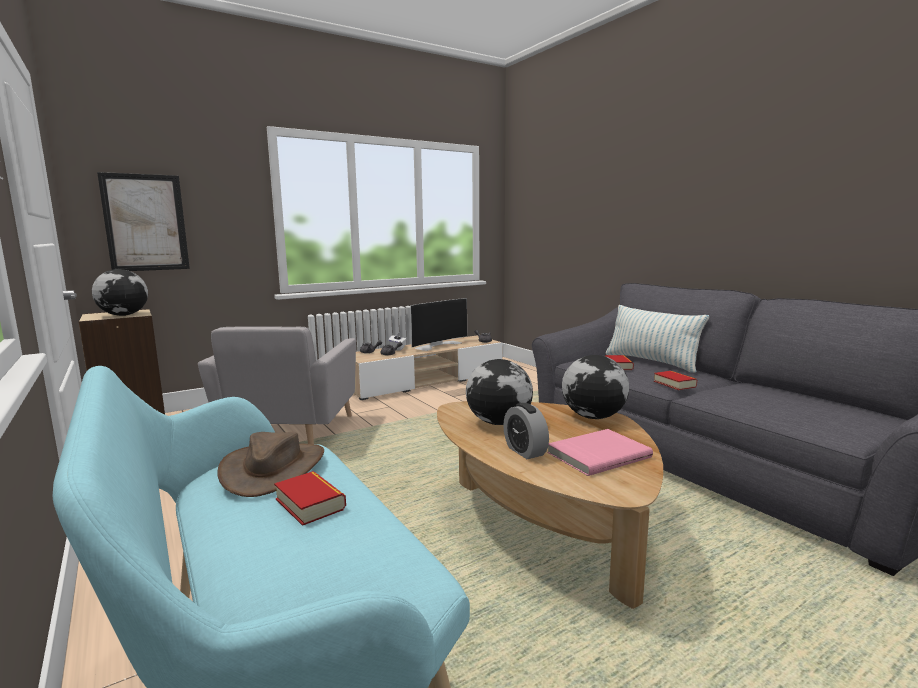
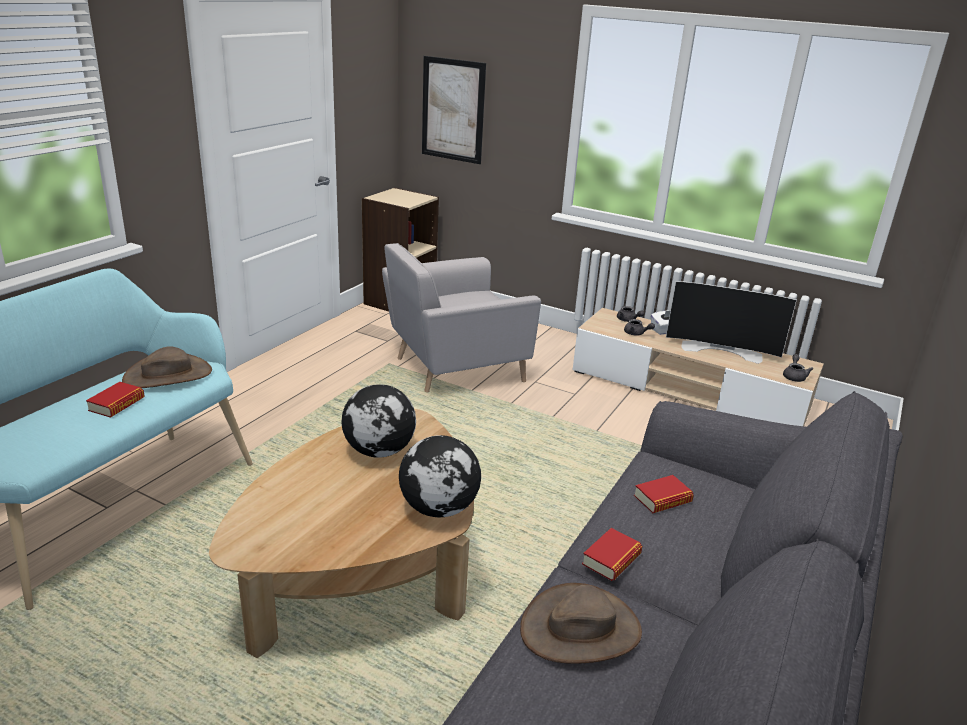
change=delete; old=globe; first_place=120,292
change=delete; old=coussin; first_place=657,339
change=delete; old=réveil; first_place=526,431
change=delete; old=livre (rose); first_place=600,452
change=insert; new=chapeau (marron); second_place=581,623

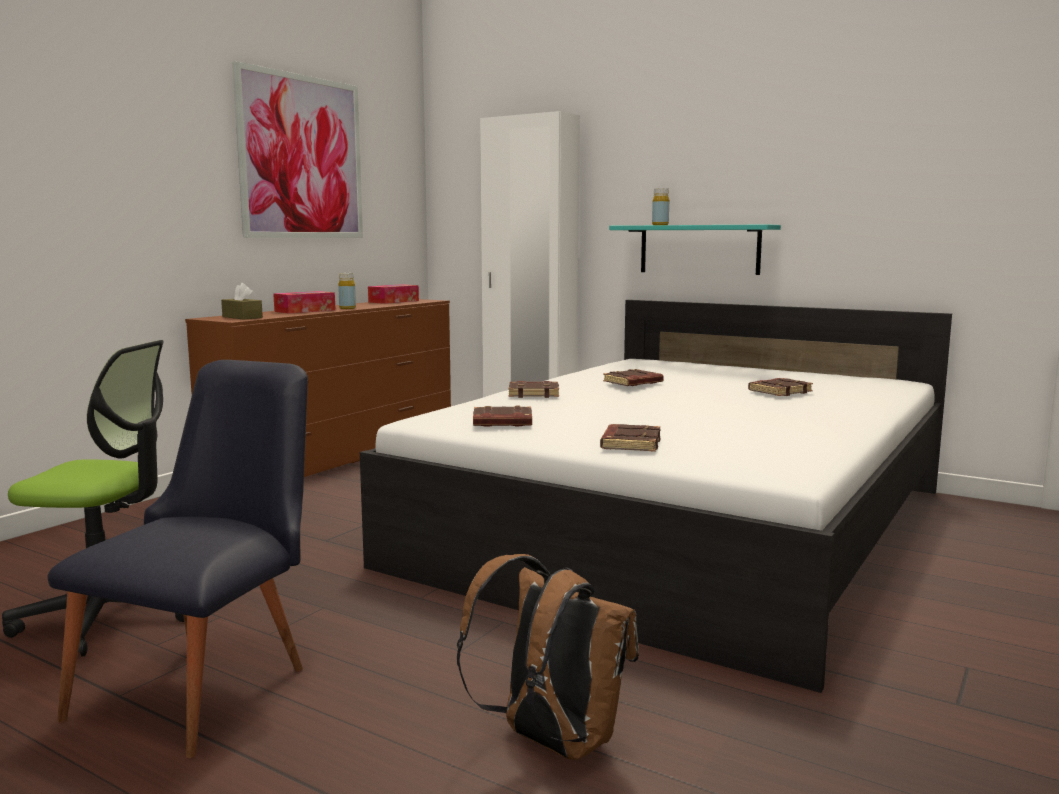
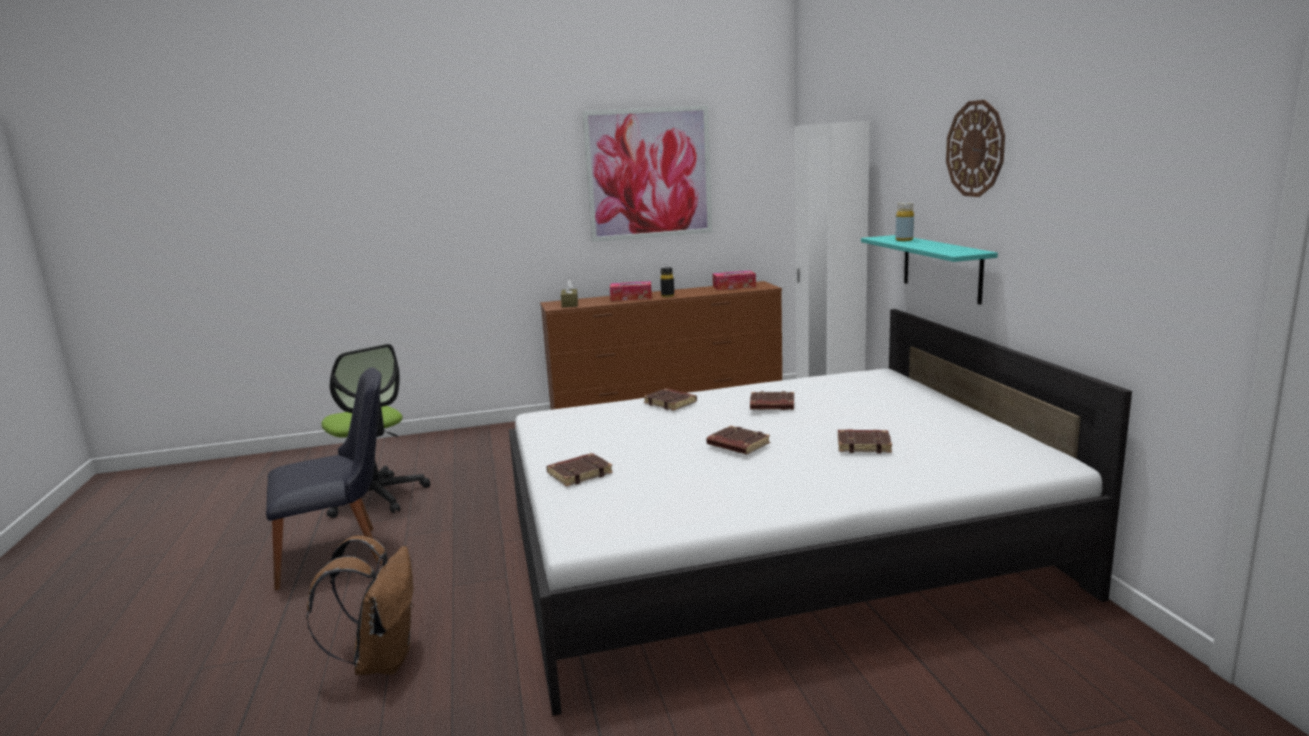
change=recolor; old=bouteille (jaune); new=bouteille (noir); first_place=347,291; second_place=667,283
change=move; old=livre (marron); first_place=502,416; second_place=738,440
change=insert; new=horloge murale; second_place=975,148

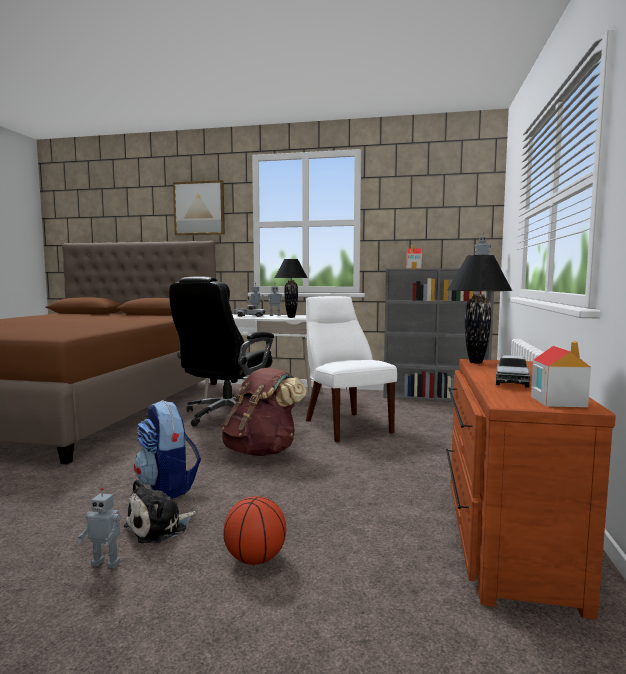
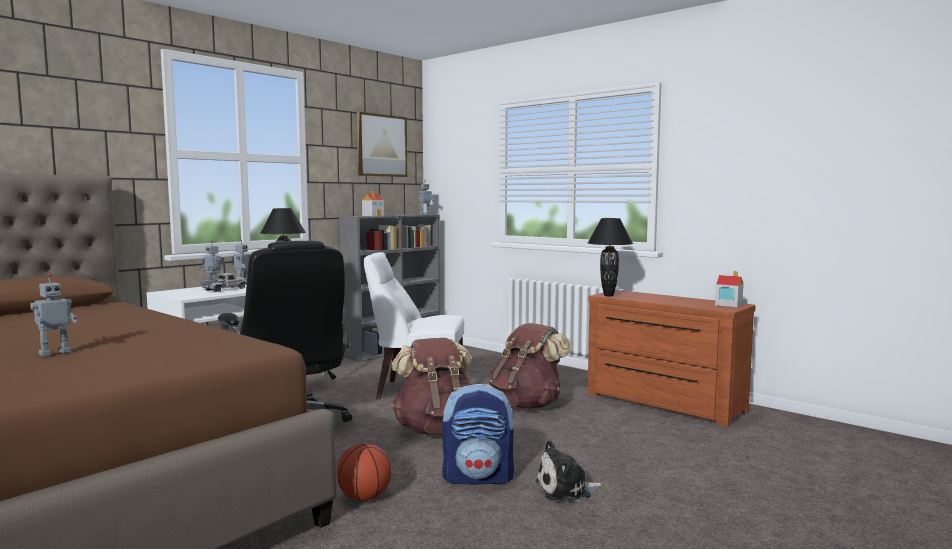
change=move; old=tableau; first_place=199,208; second_place=382,144
change=delete; old=camion jouet; first_place=513,371
change=rotate; old=peluche; first_place=160,511; second_place=569,471; degrees=90
change=move; old=robot jouet; first_place=99,527; second_place=53,315
change=move; old=ballon de basket; first_place=254,530; second_place=364,472
change=insert; new=sac à dos (marron); second_place=530,366

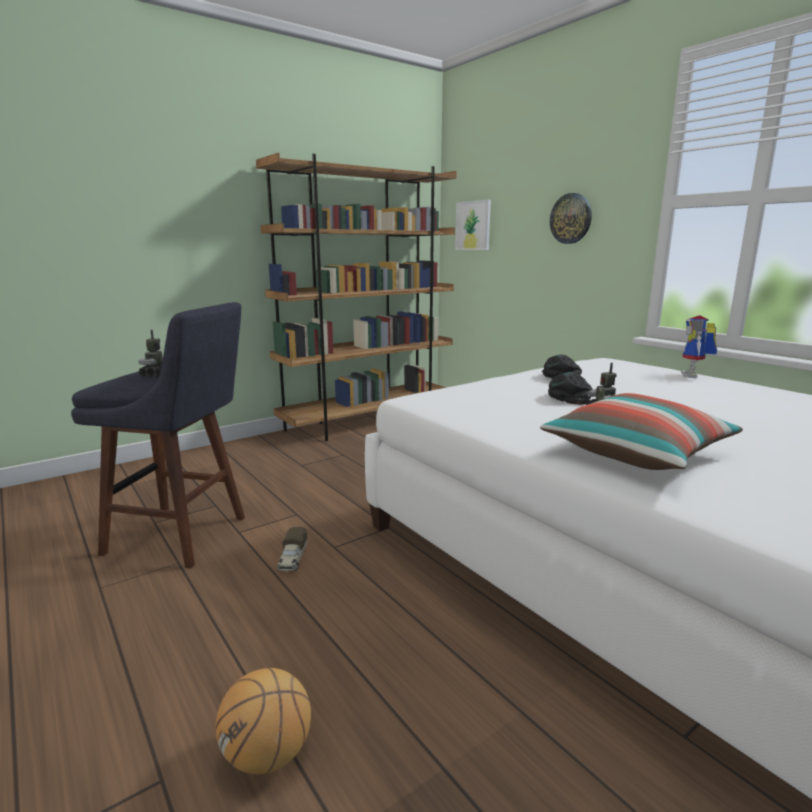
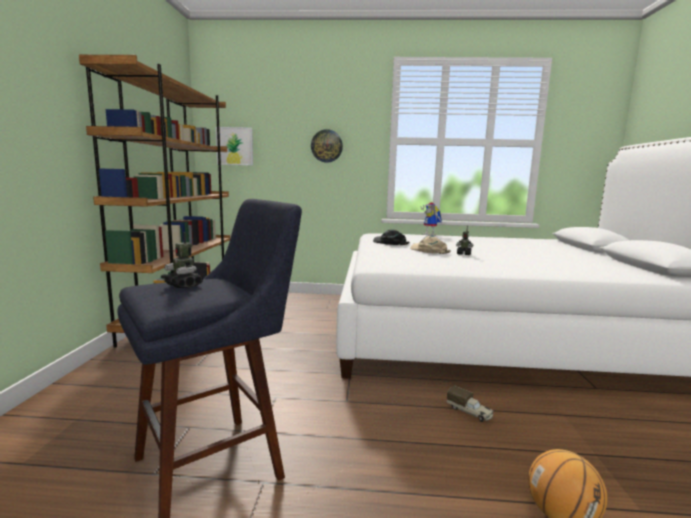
change=recolor; old=casquette (noir); new=casquette (beige); first_place=570,388; second_place=430,245
change=delete; old=coussin; first_place=641,431
change=move; old=camion jouet; first_place=292,549; second_place=470,403

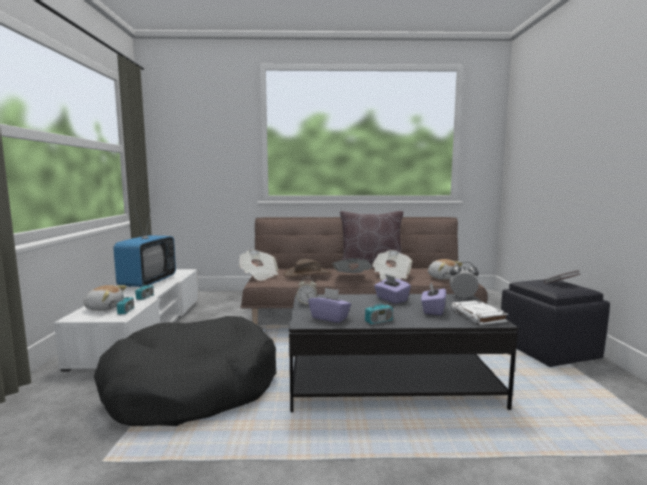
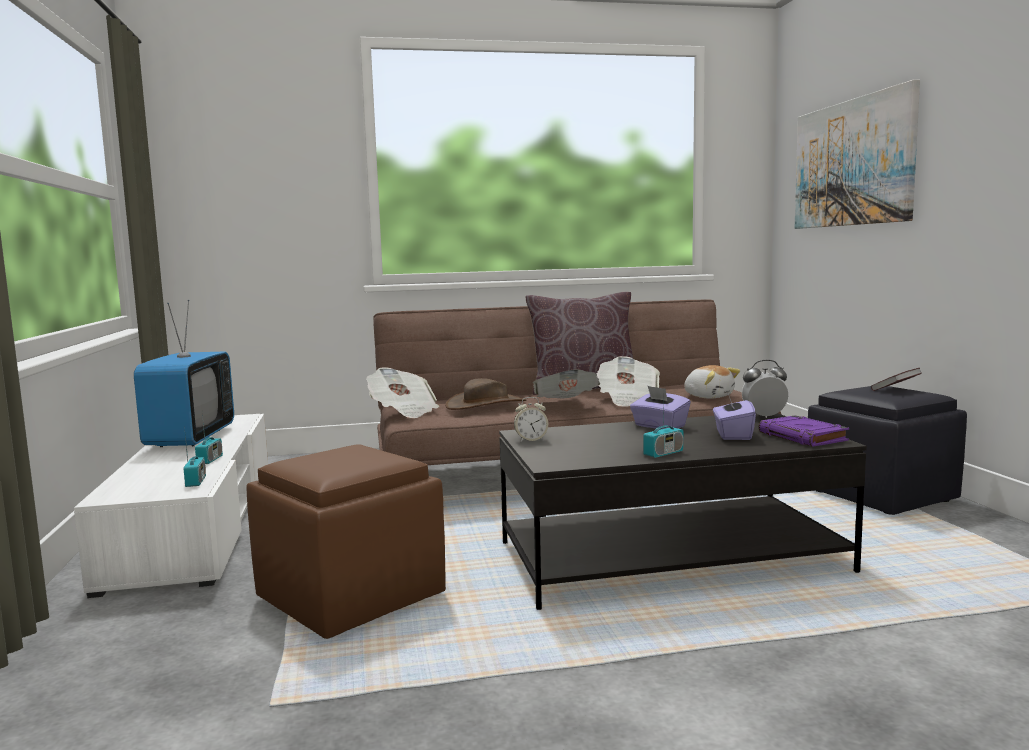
change=delete; old=peluche; first_place=105,298
change=delete; old=boîte à mouchoirs (violet); first_place=329,305
change=recolor; old=livre (blanc); new=livre (violet); first_place=479,312; second_place=804,431
change=replace; old=panier pour chien (noir); new=pouf (marron); first_place=185,371; second_place=346,541
change=insert; new=tableau; second_place=857,154

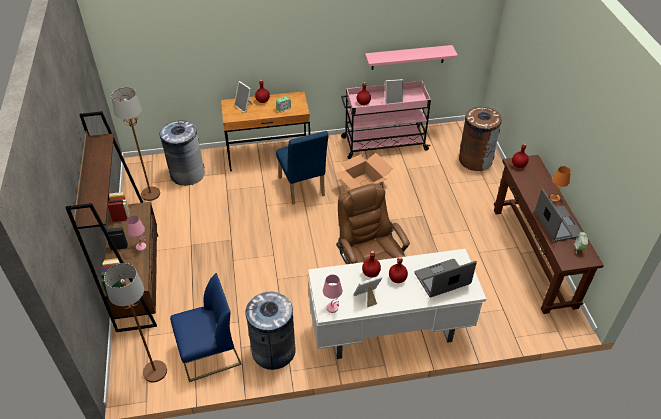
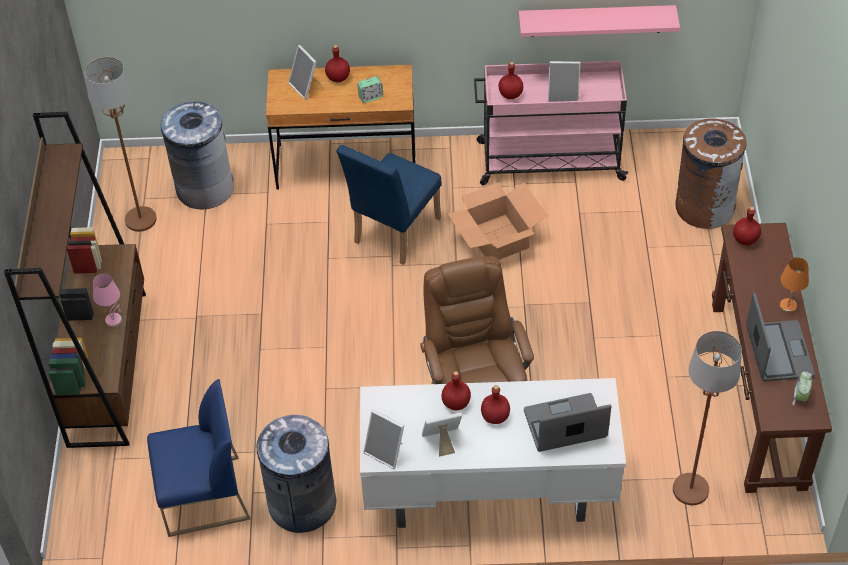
change=rotate; old=chaise (bleu); first_place=302,167; second_place=389,205; degrees=45
change=move; old=lampadaire (marron); first_place=135,322; second_place=707,418
change=replace; old=lampe de table (rose); new=cadre photo; first_place=332,294; second_place=383,439

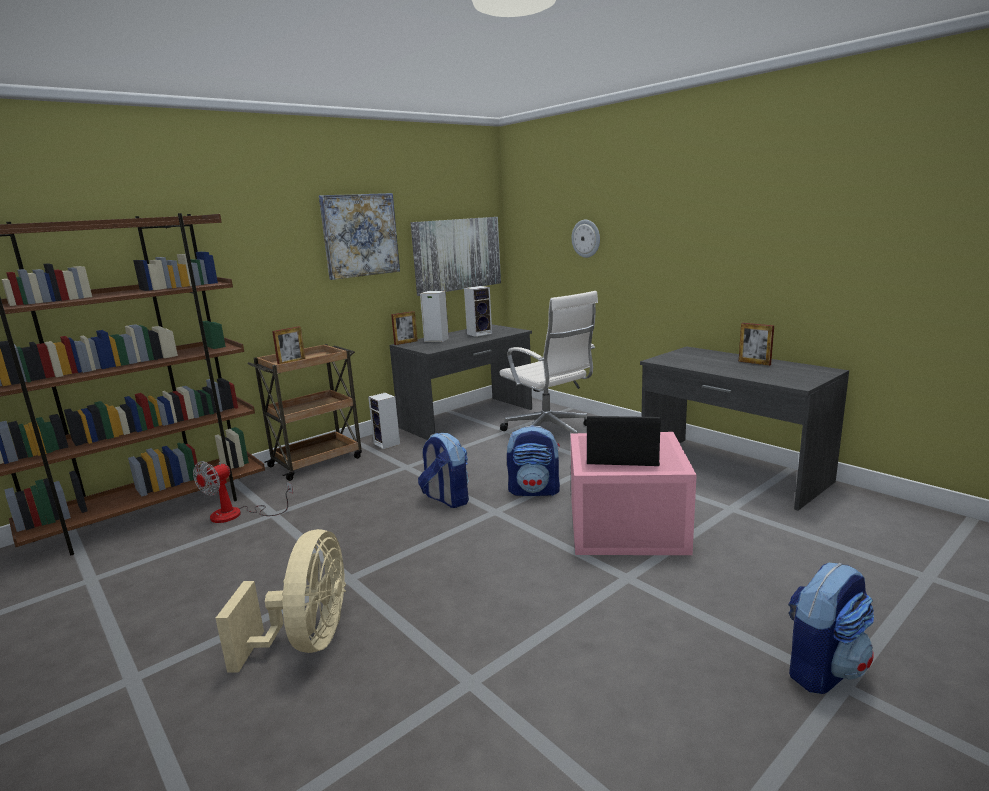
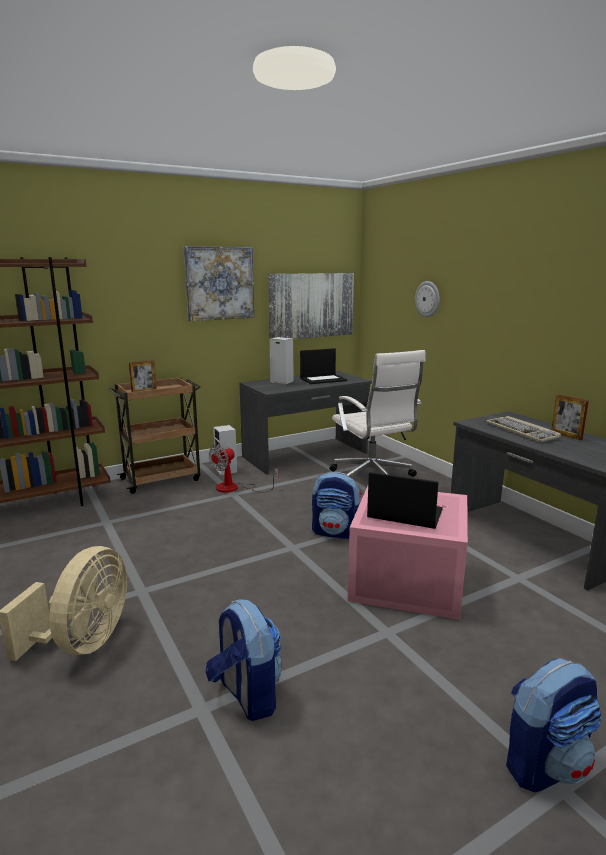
change=replace; old=enceinte; new=ordinateur portable; first_place=478,311; second_place=323,366
change=delete; old=cadre photo; first_place=404,328
change=move; old=sac à dos; first_place=443,470; second_place=244,660
change=move; old=ventilateur; first_place=243,492; second_place=244,468
change=insert; new=clavier; second_place=523,429

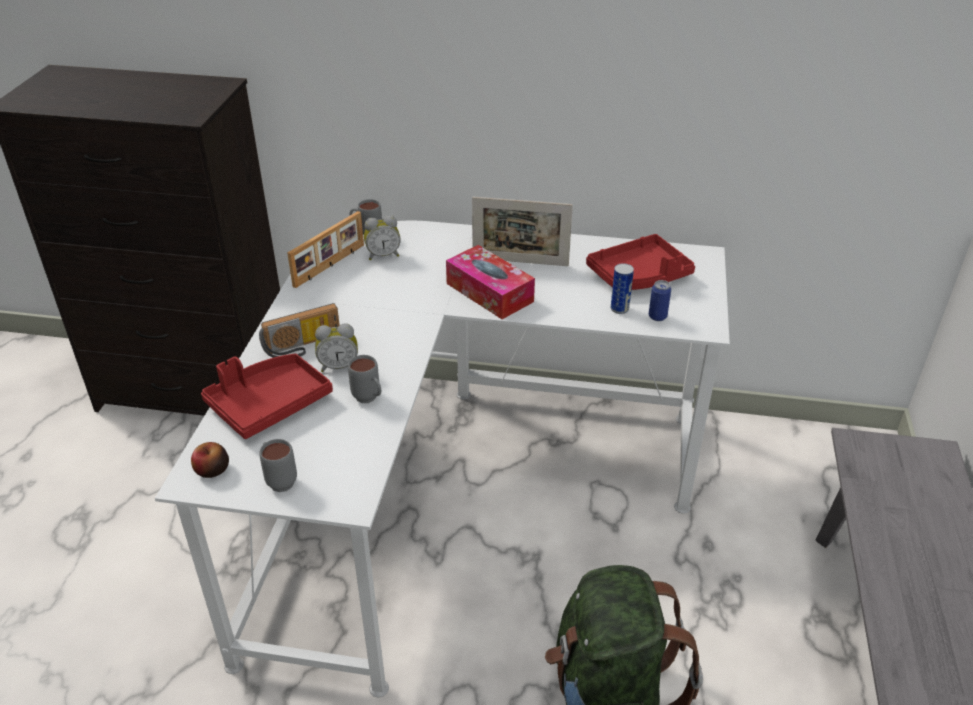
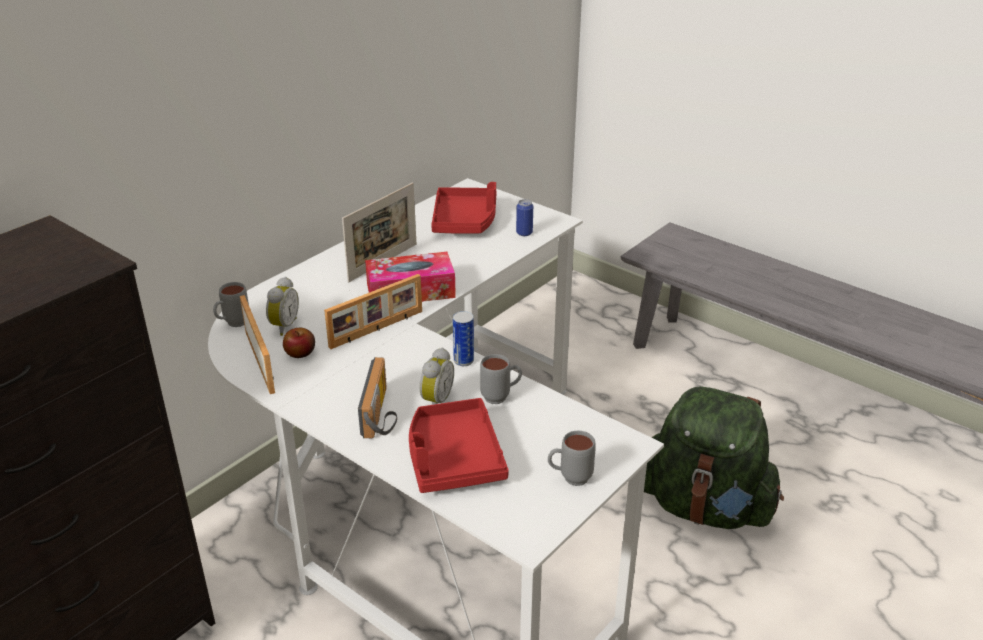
change=move; old=boîte métallique; first_place=622,288; second_place=463,338
change=move; old=pomme; first_place=210,460; second_place=299,343
change=insert; new=cadre photo; second_place=373,311

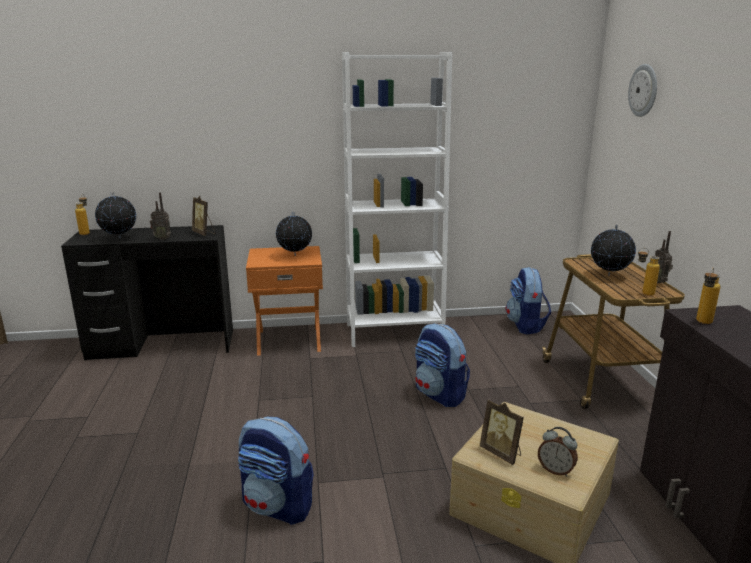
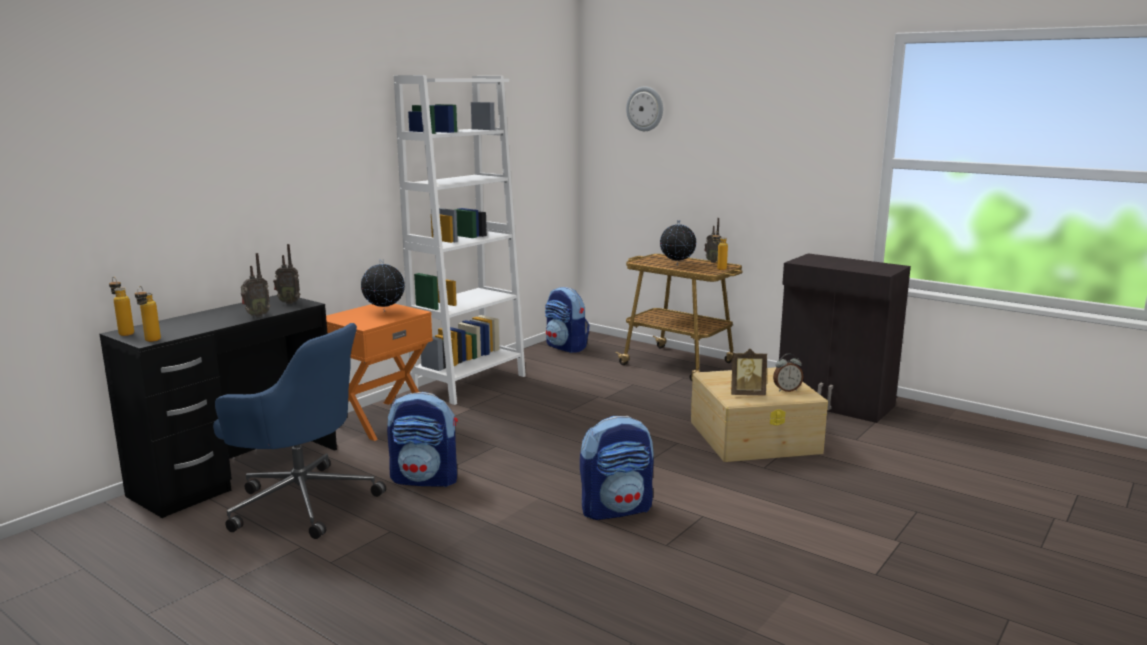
change=delete; old=globe; first_place=115,215
change=replace; old=cadre photo; new=radio; first_place=203,216; second_place=286,274
change=move; old=bouteille; first_place=708,296; second_place=148,314
change=move; old=sac à dos; first_place=442,365; second_place=422,439
change=insert; new=chaise de bureau (bleu); second_place=299,431

